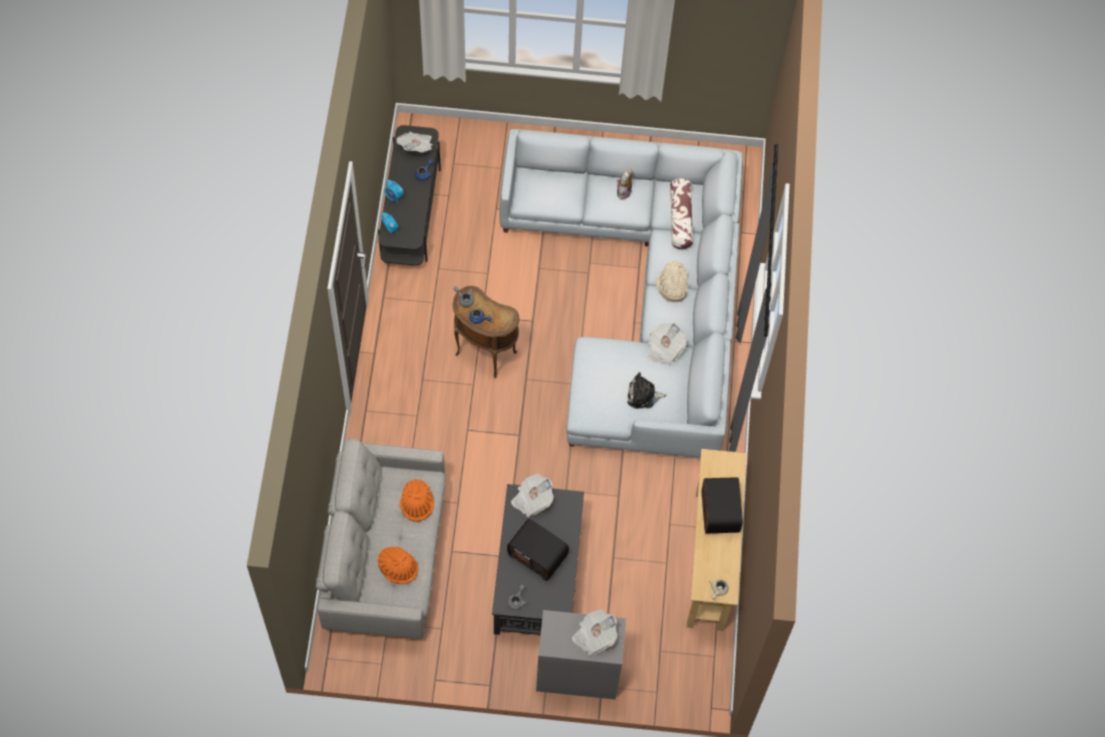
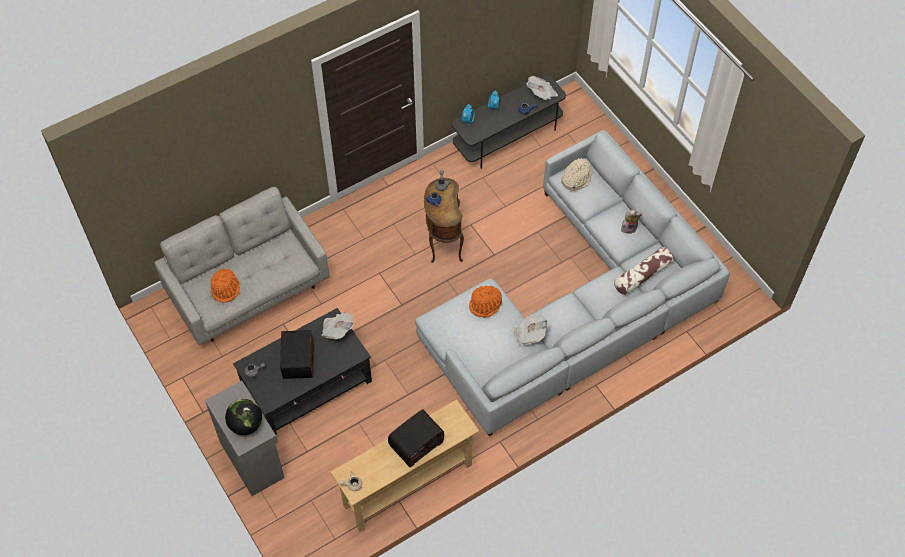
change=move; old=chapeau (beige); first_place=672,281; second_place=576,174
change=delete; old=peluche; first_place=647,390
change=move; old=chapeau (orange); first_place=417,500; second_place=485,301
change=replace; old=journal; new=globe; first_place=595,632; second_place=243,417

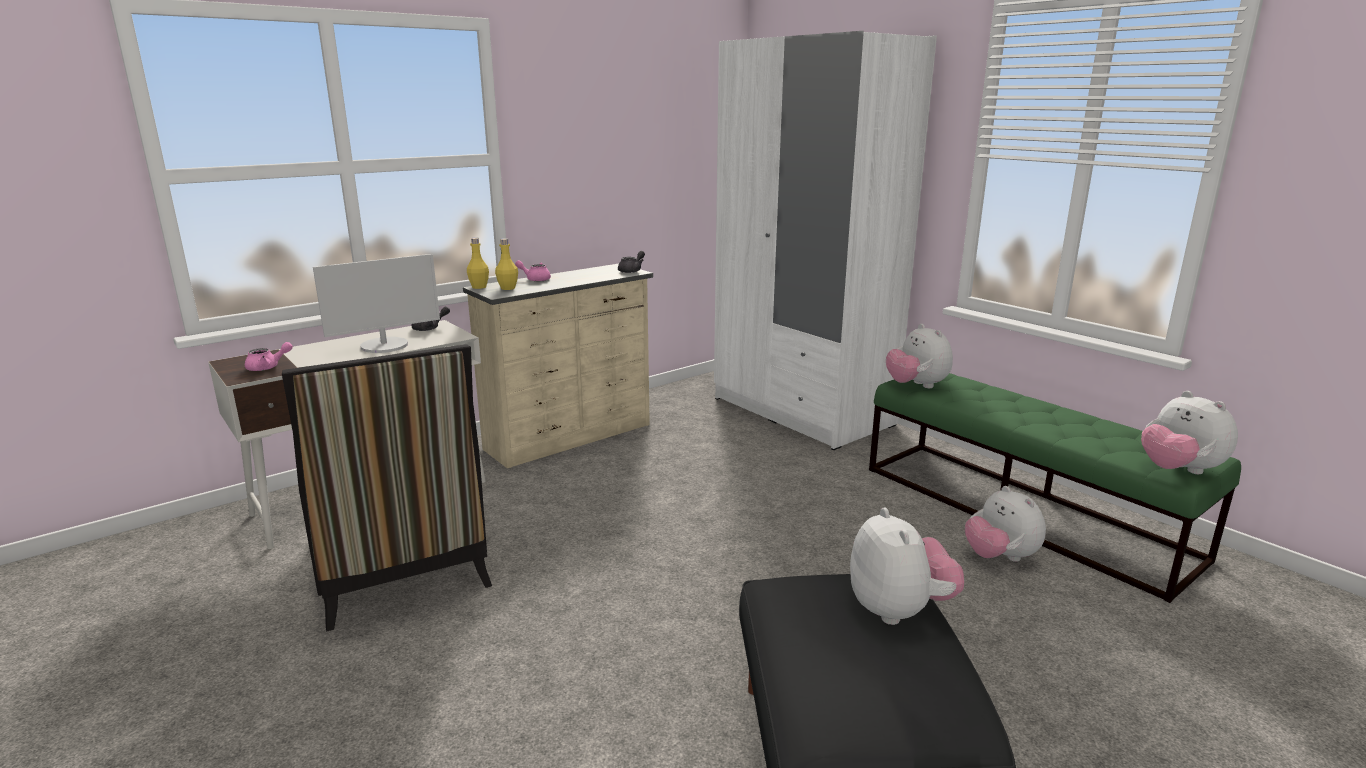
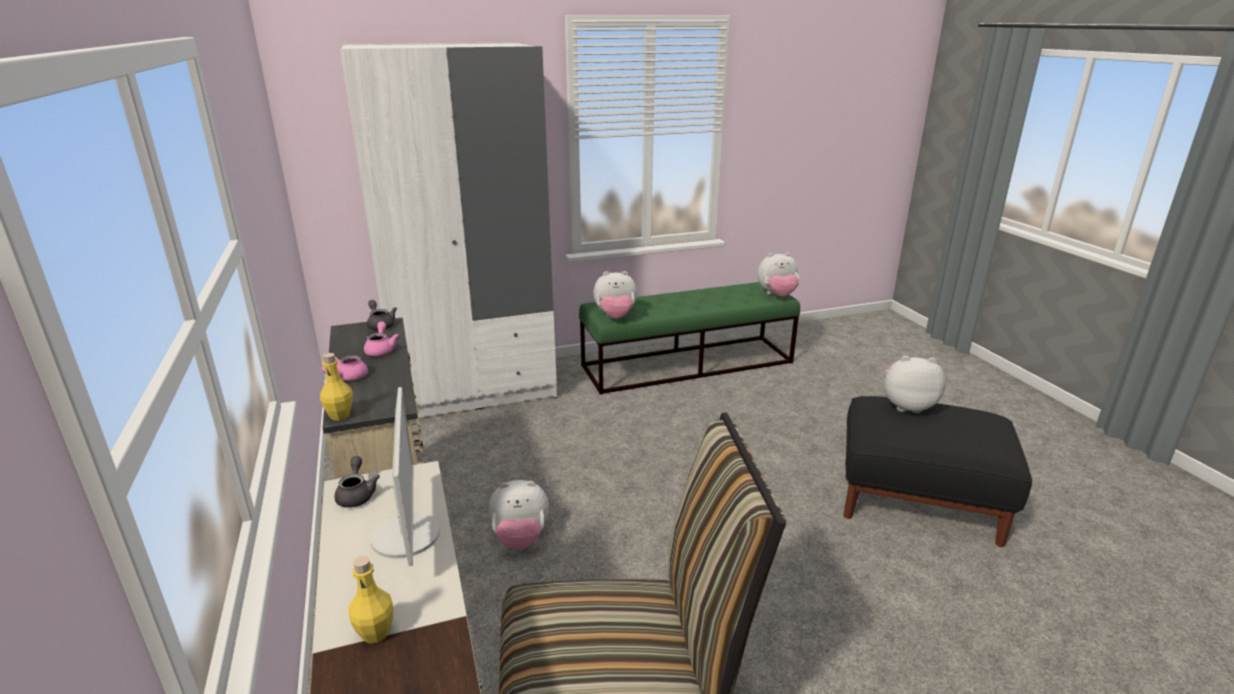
change=move; old=bouteille (jaune); first_place=506,264; second_place=371,599
change=move; old=théière (rose); first_place=269,356; second_place=381,338
change=move; old=peluche; first_place=1005,524; second_place=519,515

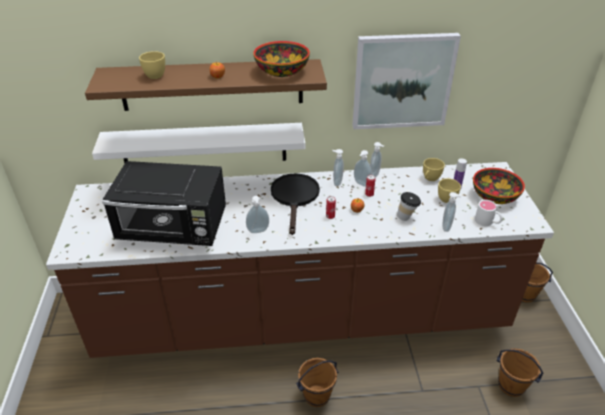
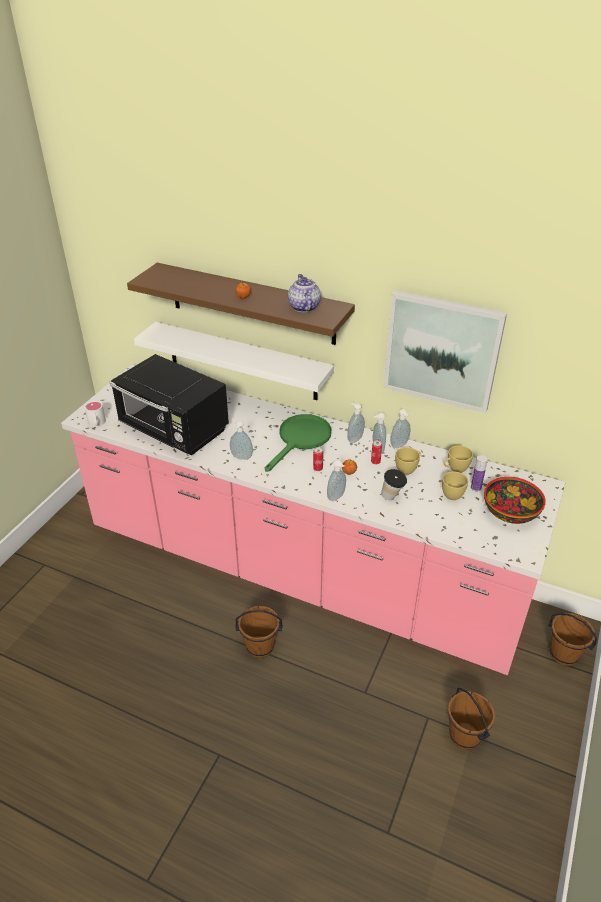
change=replace; old=bol; new=théière; first_place=281,59; second_place=304,293
change=move; old=tasse (jaune); first_place=152,65; second_place=408,461
change=recolor; old=comptoir de cuisine (marron); new=comptoir de cuisine (rose); first_place=300,260; second_place=313,520
change=recolor; old=poêle (noir); new=poêle (vert); first_place=295,204; second_place=298,443
change=move; old=distributeur de savon; first_place=452,212; second_place=336,480
change=move; old=mug (blanc); first_place=489,213; second_place=95,414

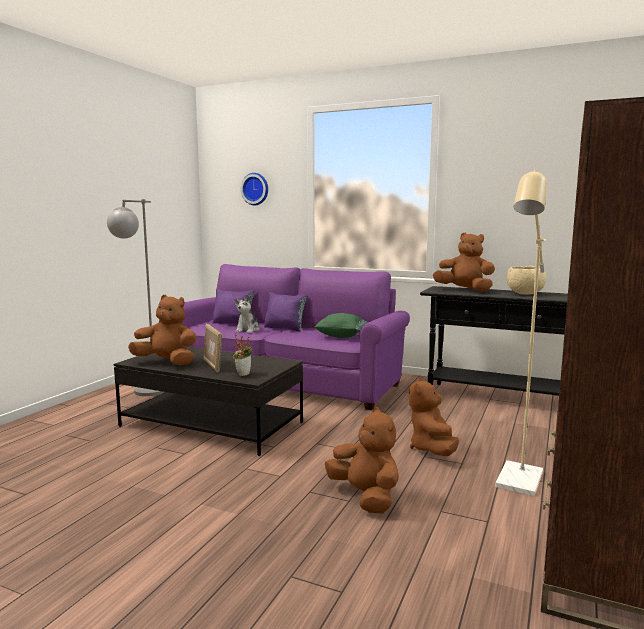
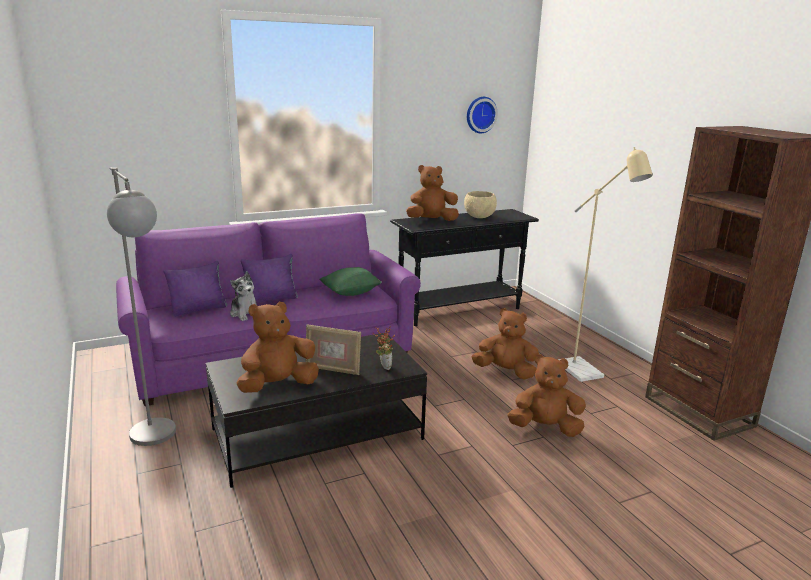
change=move; old=horloge murale; first_place=254,189; second_place=482,115
change=rotate; old=peluche (marron); first_place=434,417; second_place=505,343; degrees=150

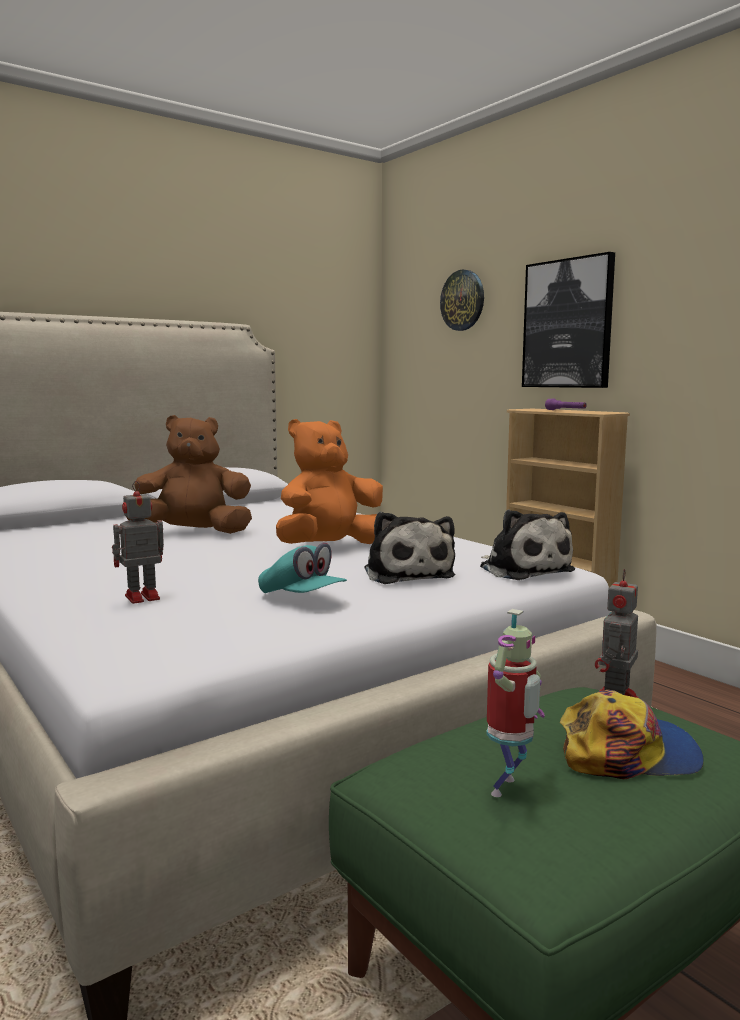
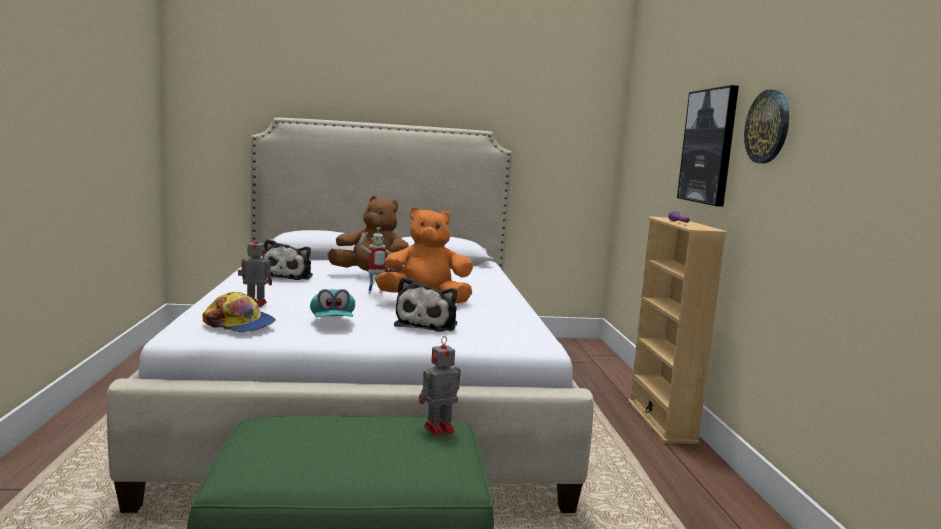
change=move; old=horloge murale; first_place=462,300; second_place=766,127
change=move; old=peluche; first_place=527,544; second_place=288,259
change=move; old=robot jouet; first_place=515,703; second_place=376,261
change=move; old=casquette; first_place=631,734; second_place=239,312

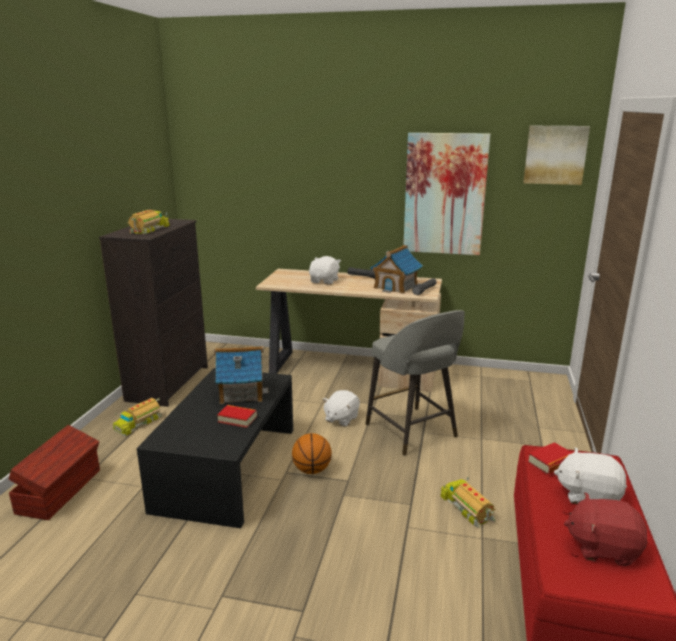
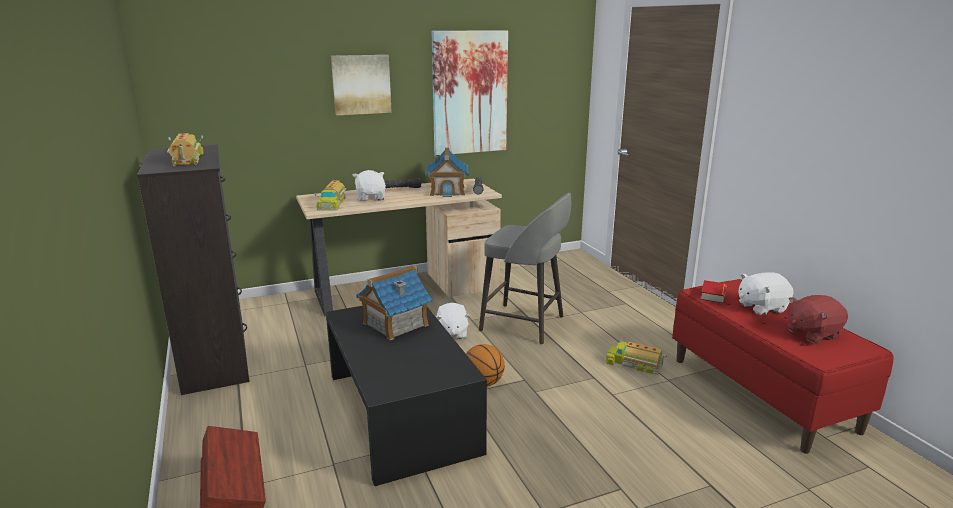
change=move; old=tableau; first_place=556,155; second_place=361,85
change=move; old=camion jouet; first_place=137,417; second_place=331,195
change=delete; old=livre; first_place=237,416

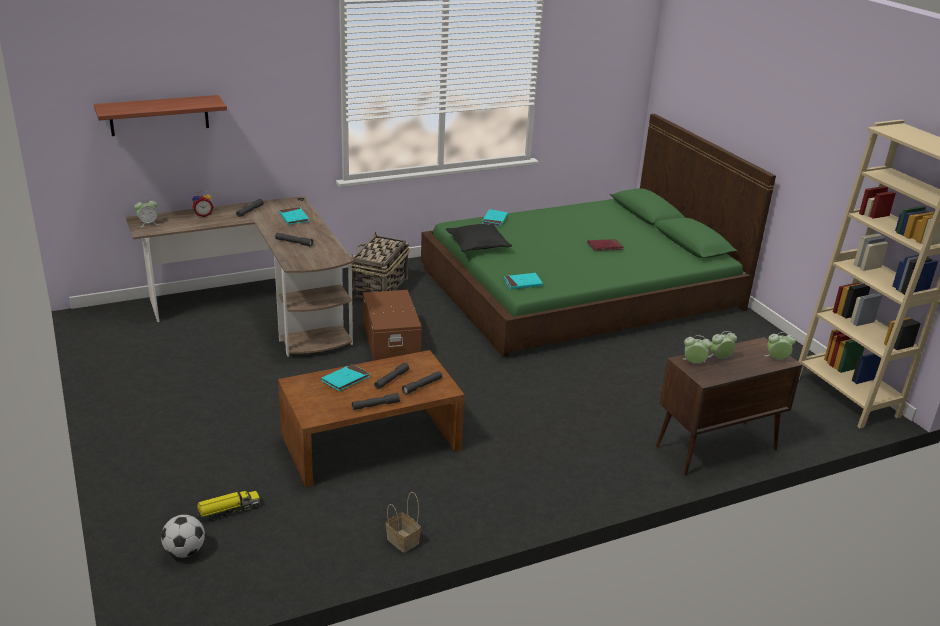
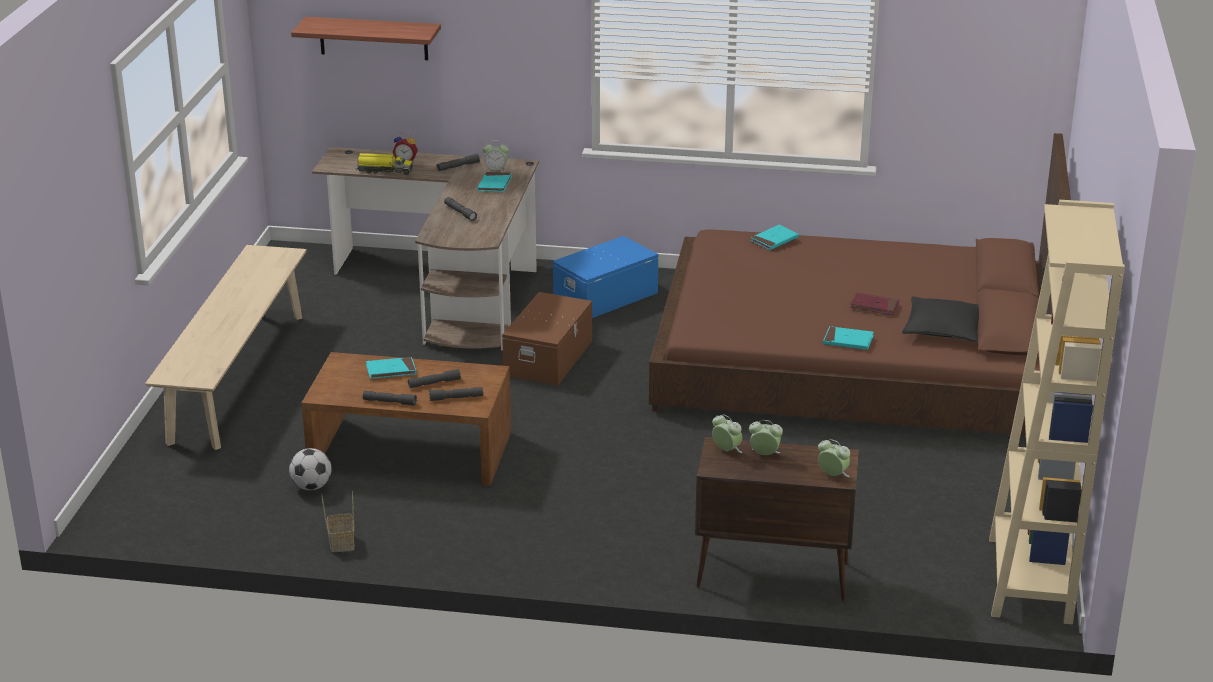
change=recolor; old=lit (vert); new=lit (marron); first_place=598,235; second_place=860,284
change=move; old=réveil; first_place=146,212; second_place=496,156
change=move; old=coussin (noir); first_place=479,238; second_place=940,319
change=replace; old=panier; new=boîte de rangement (bleu); first_place=380,264; second_place=605,277
change=move; old=livre (turquoise); first_place=523,281; second_place=848,338
change=move; old=camion jouet; first_place=228,506; second_place=384,164
change=move; old=ballon de foot; first_place=183,536; second_place=310,469
change=insert; new=banc (beige); second_place=226,347

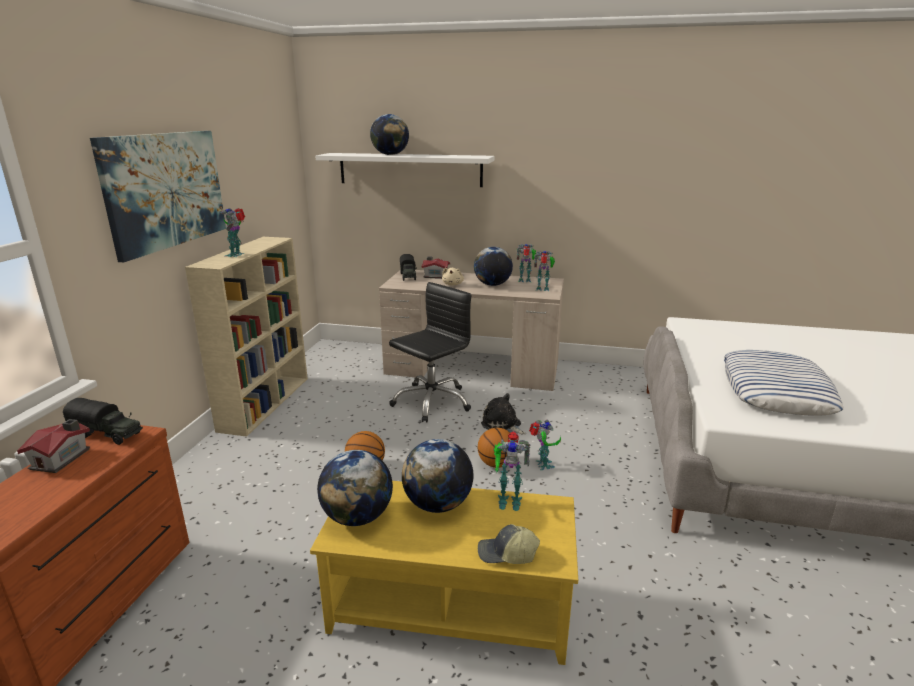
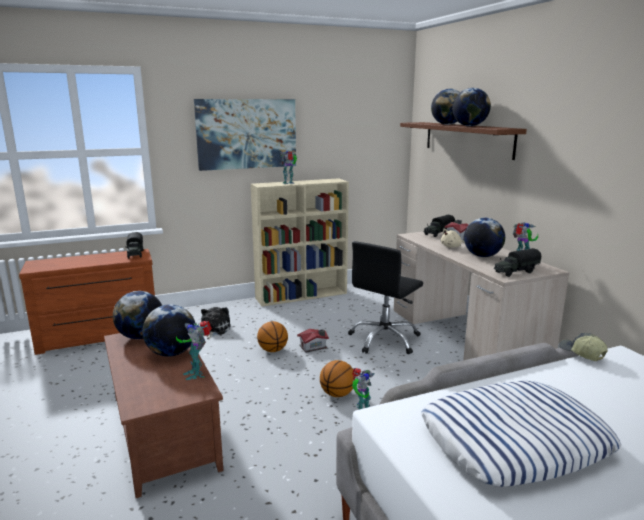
change=recolor; old=étagère (blanc); new=étagère (marron); first_place=404,170; second_place=463,141
change=replace; old=robot jouet; new=camion jouet; first_place=544,271; second_place=517,262
change=rotate; old=chaise de bureau (noir); first_place=430,352; second_place=385,297; degrees=120
change=move; old=peluche; first_place=503,414; second_place=216,323
change=move; old=maison miniature; first_place=53,446; second_place=313,341
change=recolor; old=table basse (jaune); new=table basse (marron); first_place=444,573; second_place=163,415
change=move; old=casquette; first_place=509,544; second_place=583,347
change=insert; new=globe; second_place=471,107

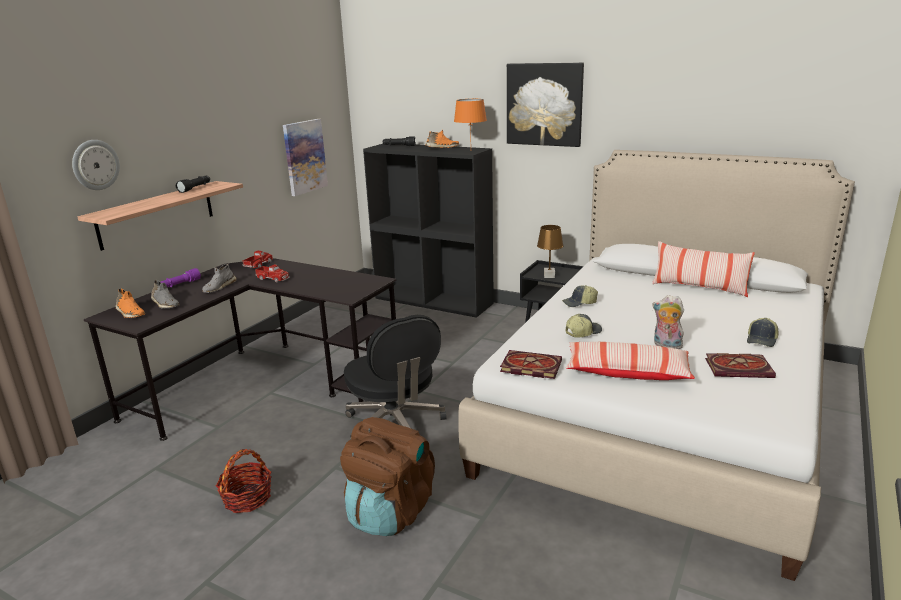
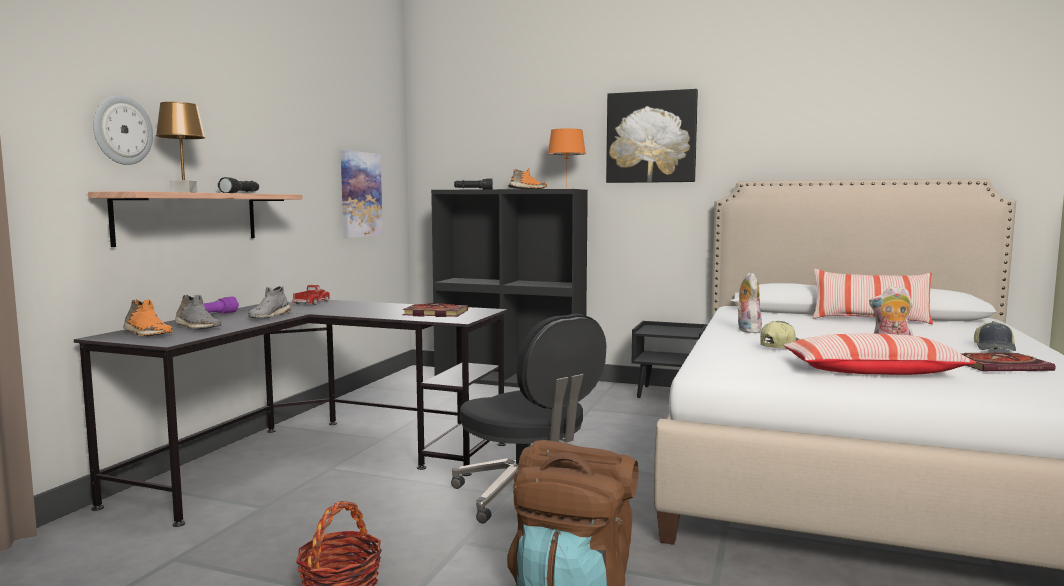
change=move; old=lampe de table (marron); first_place=550,251; second_place=180,147
change=delete; old=camion jouet; first_place=272,273
change=replace; old=casquette; new=peluche; first_place=580,296; second_place=748,303
change=move; old=livre; first_place=531,364; second_place=435,310

